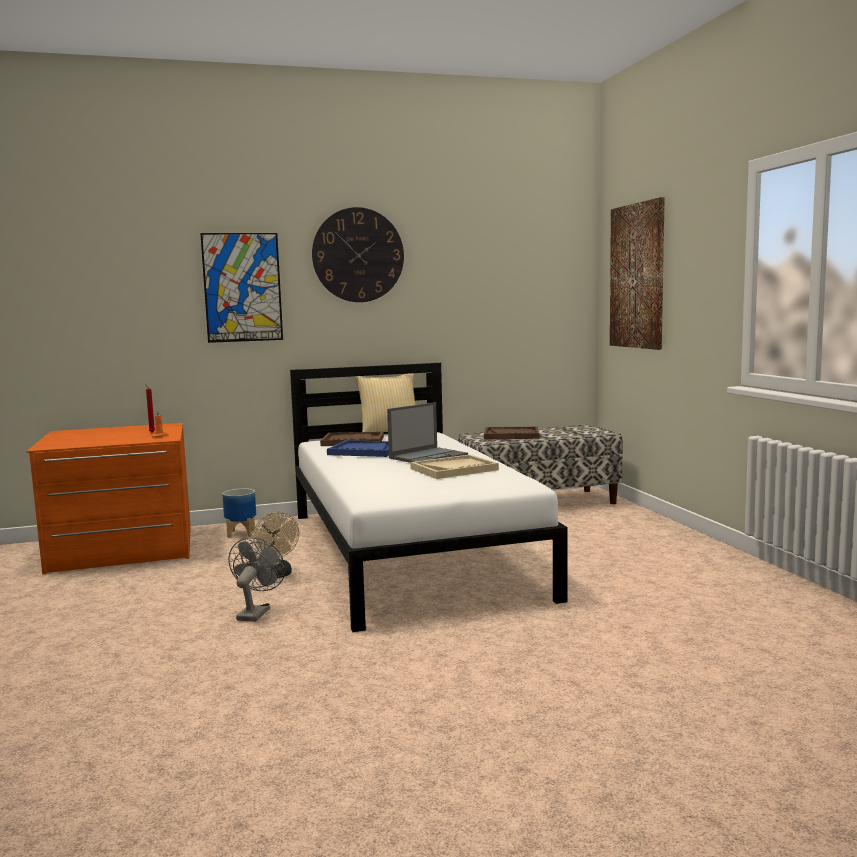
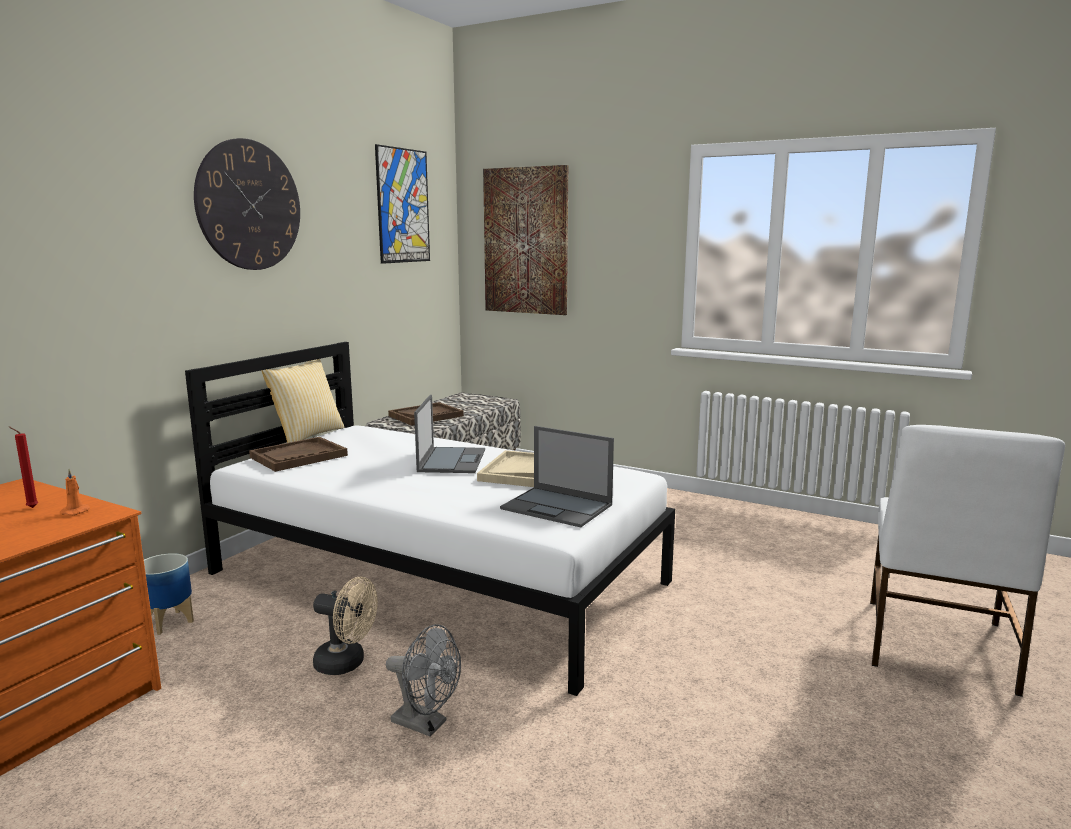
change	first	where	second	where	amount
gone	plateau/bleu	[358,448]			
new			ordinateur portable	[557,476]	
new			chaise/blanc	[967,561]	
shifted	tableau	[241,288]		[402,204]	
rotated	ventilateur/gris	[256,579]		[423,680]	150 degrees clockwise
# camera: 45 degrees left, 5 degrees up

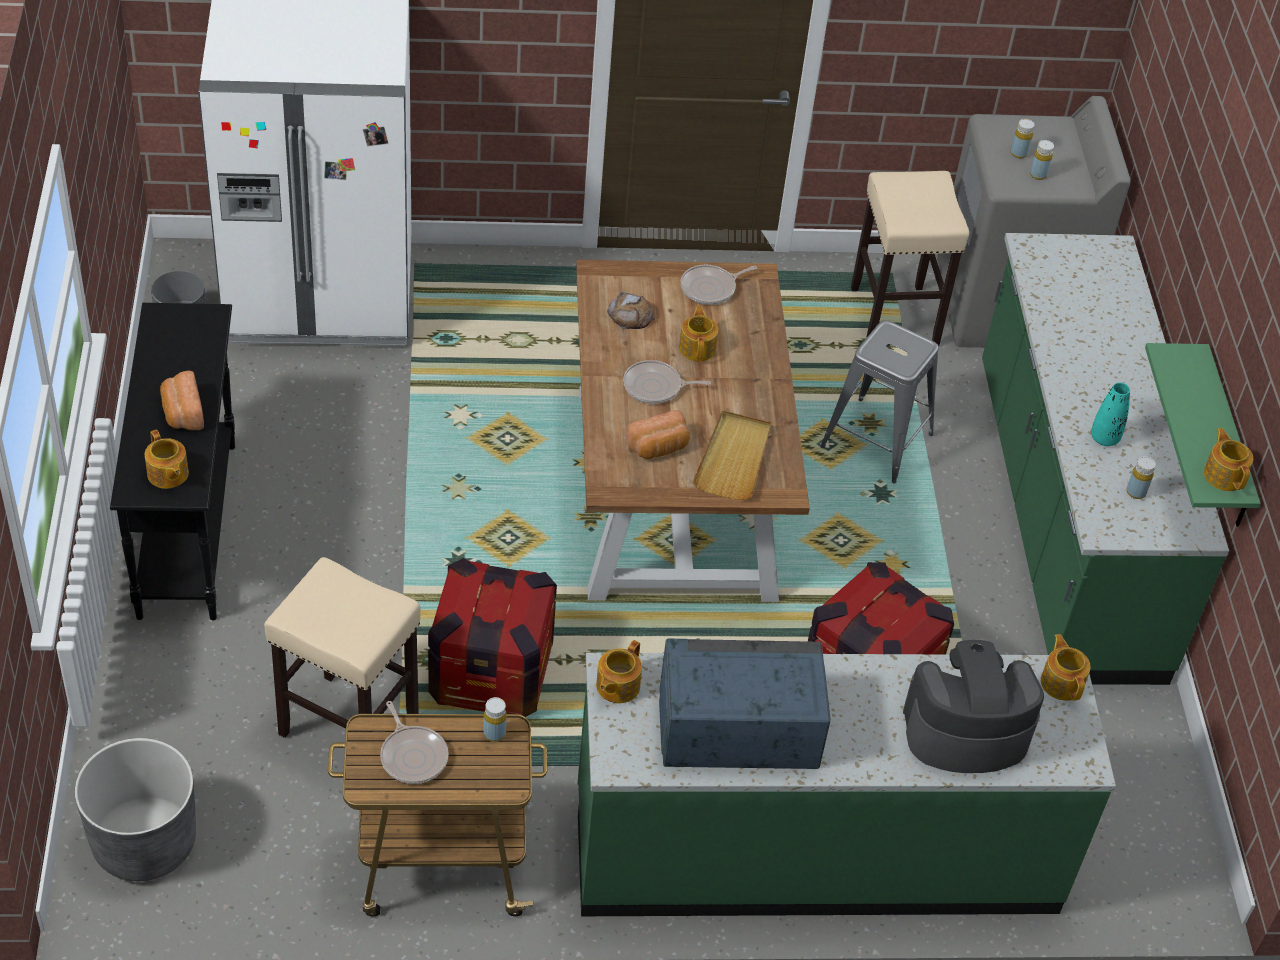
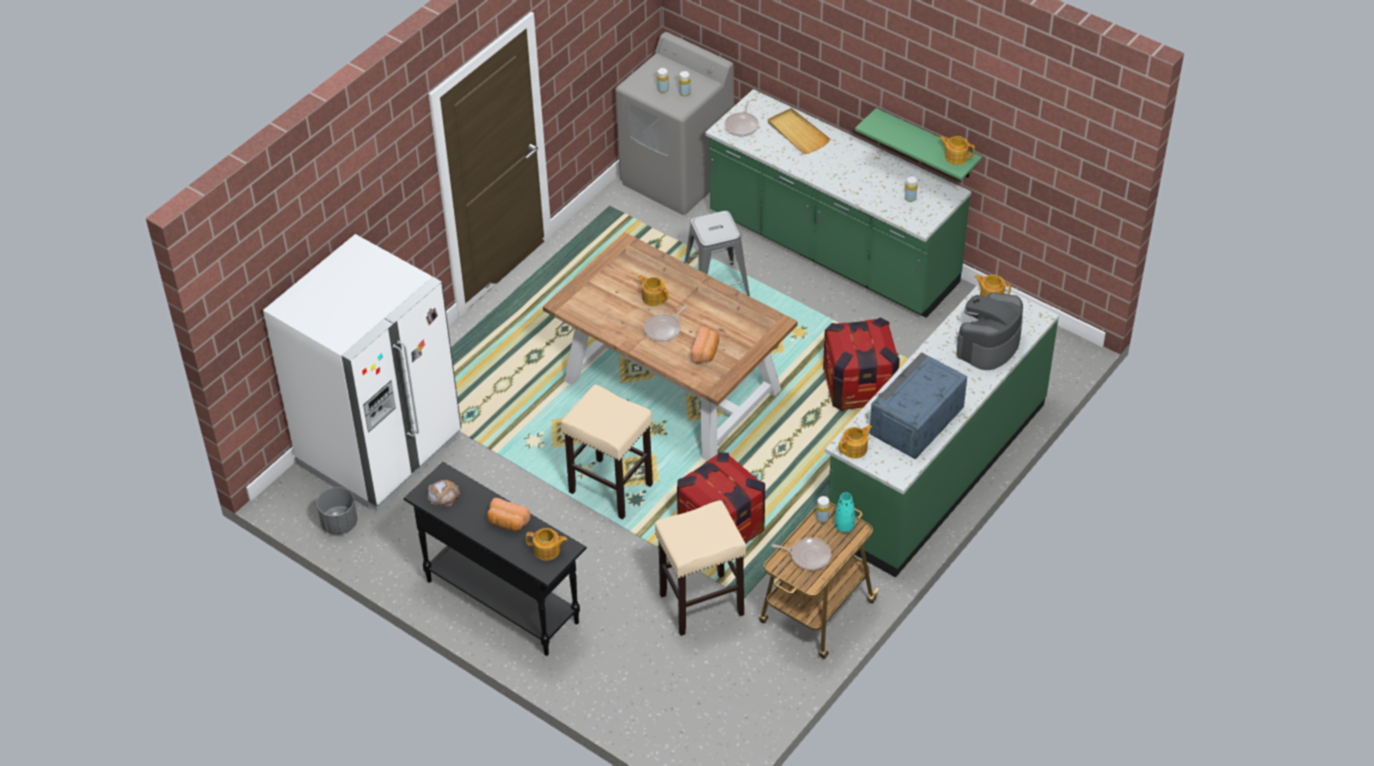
change	first	where	second	where	amount
gone	cache-pot/gris	[135,809]			
shifted	pain	[631,310]		[443,492]	
shifted	poêle	[719,285]		[742,118]	
shifted	plateau/beige	[732,455]		[799,131]	
shifted	tabouret/beige	[910,258]		[607,452]	
shifted	vase/turquoise	[1110,414]		[844,512]	
rotated	théière	[619,671]		[855,442]	105 degrees counterclockwise
# camera: 45 degrees left, 0 degrees up

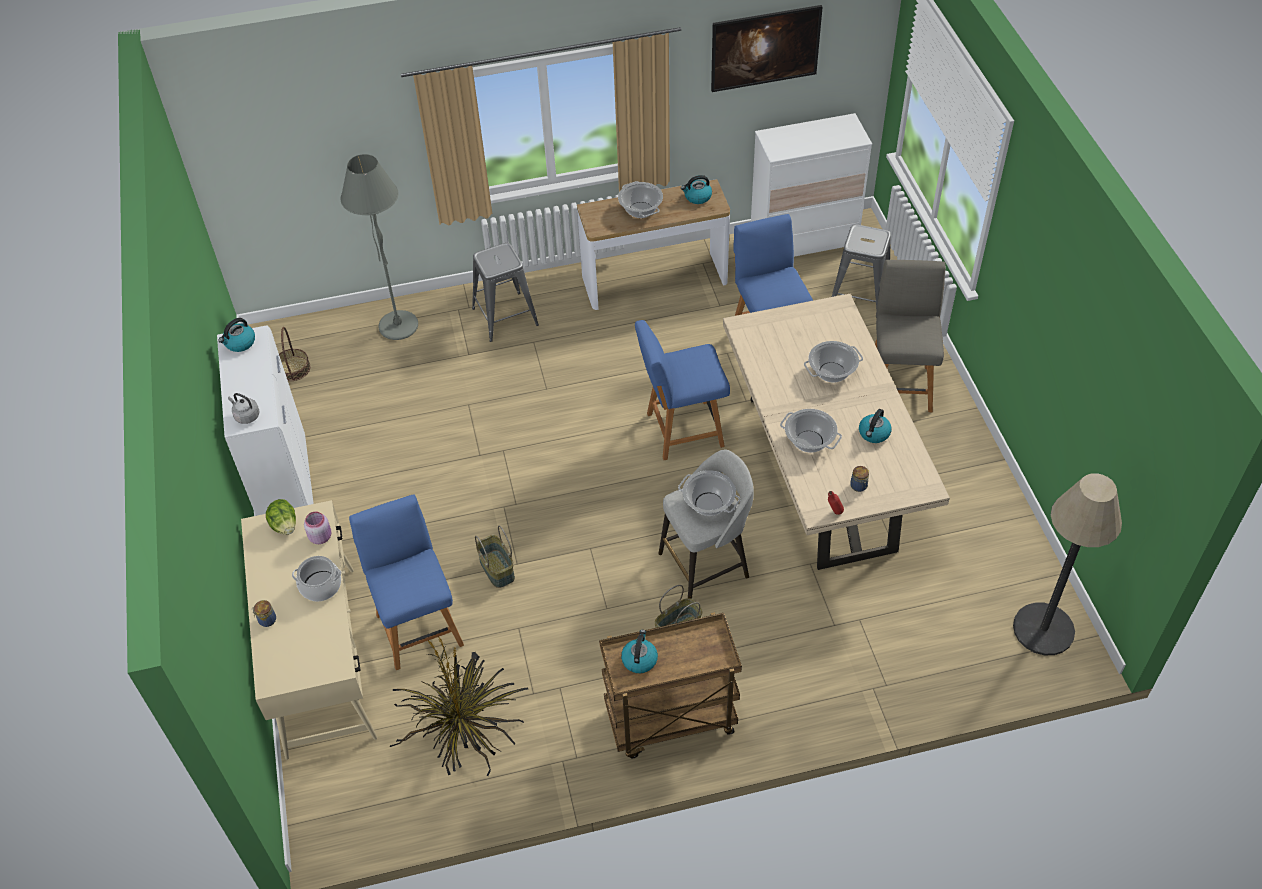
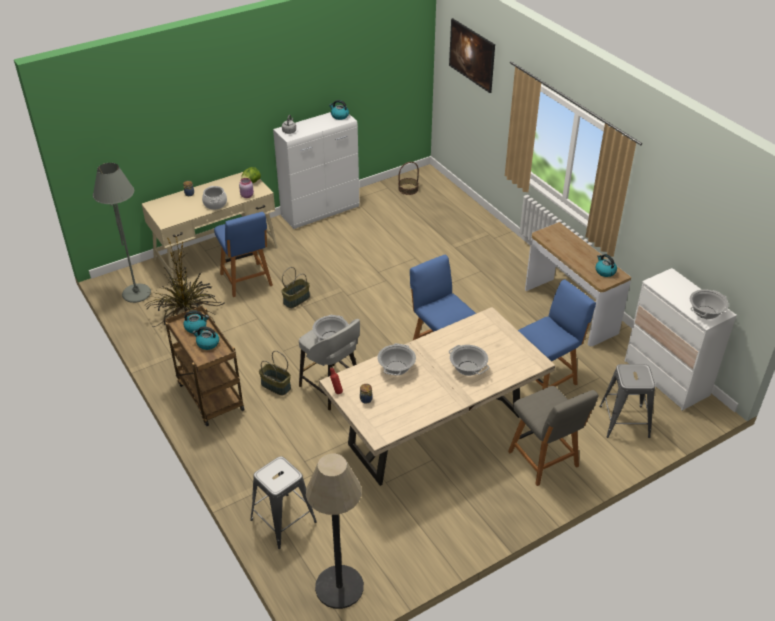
change	first	where	second	where	amount
shifted	lampadaire/gris	[379,247]		[122,233]	
shifted	tabouret/gris	[505,292]		[283,502]	
shifted	marmite	[640,199]		[709,304]	
shifted	tableau	[767,48]		[472,55]	
shifted	bouilloire	[875,426]		[205,338]	
rotated	chaise/bleu	[406,582]		[243,254]	105 degrees clockwise
rotated	chaise/gris	[910,336]		[553,436]	75 degrees clockwise
# camera: 70 degrees right, 10 degrees down

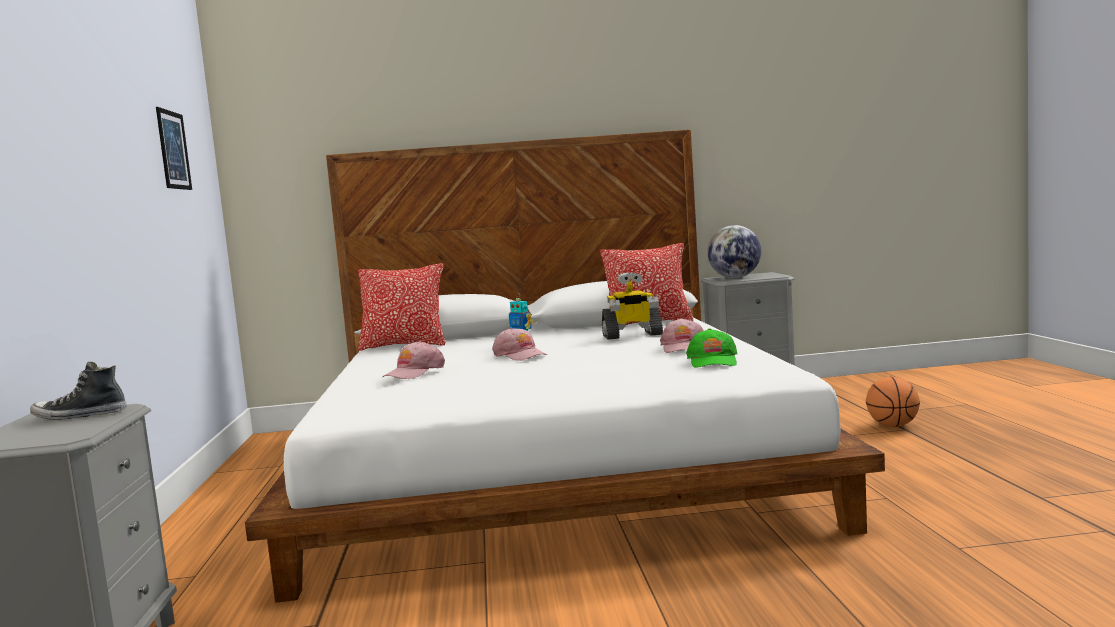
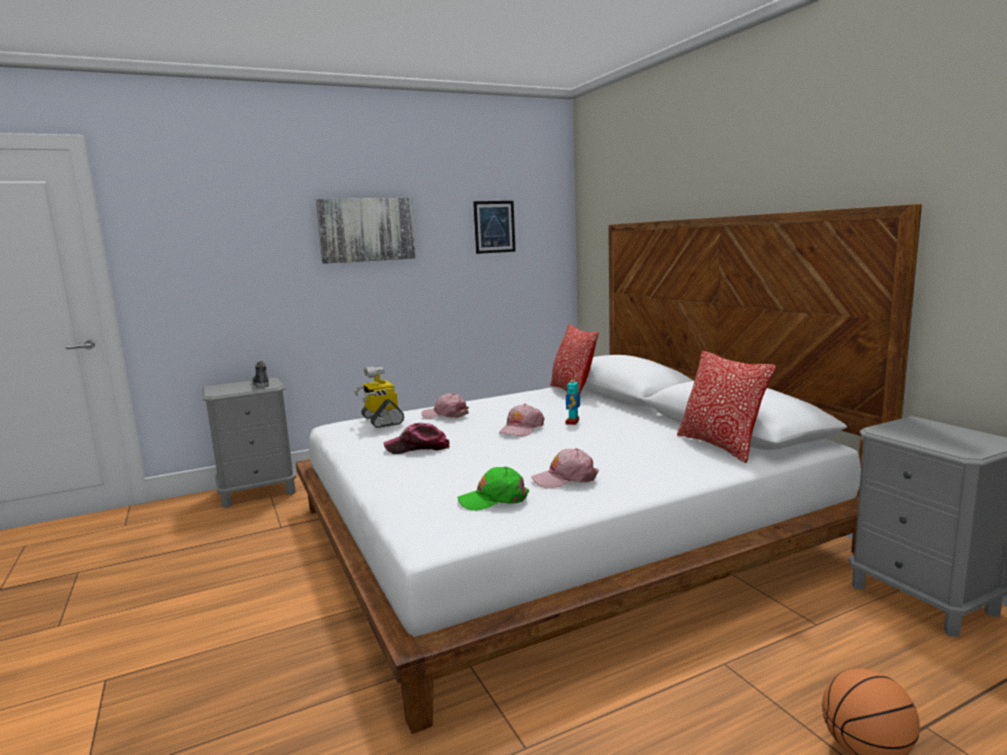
change	first	where	second	where	amount
gone	globe	[734,251]			
new			tableau	[366,231]	
new			casquette	[417,438]	
shifted	robot jouet	[632,306]		[379,397]	
# camera: 70 degrees right, 5 degrees up

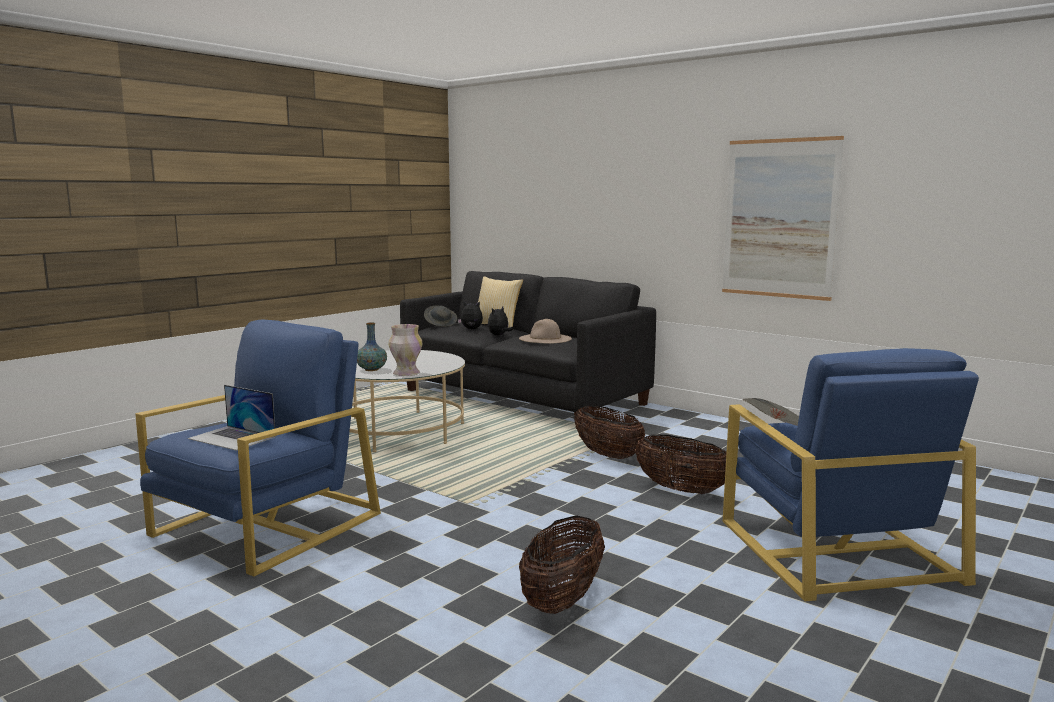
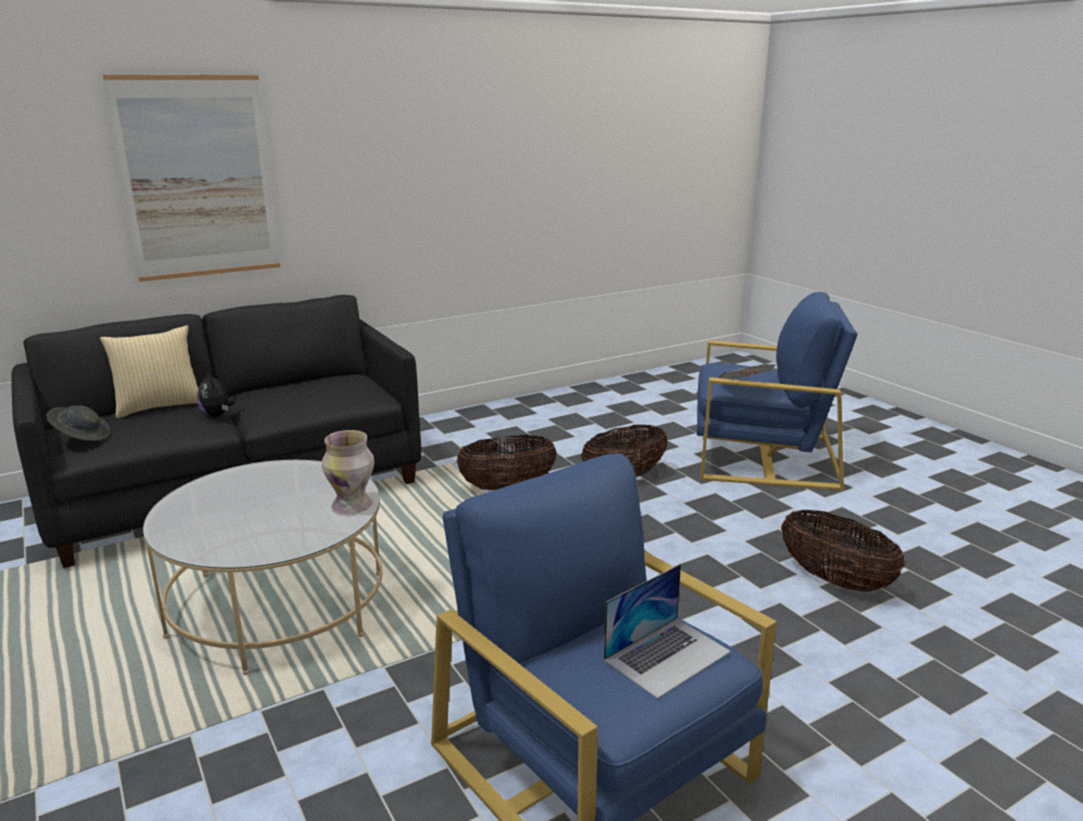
change	first	where	second	where	amount
gone	vase	[372,346]			
gone	peluche	[470,315]			
gone	chapeau/beige	[545,331]			
shifted	tableau	[783,218]		[191,178]	
# camera: 70 degrees left, 10 degrees up

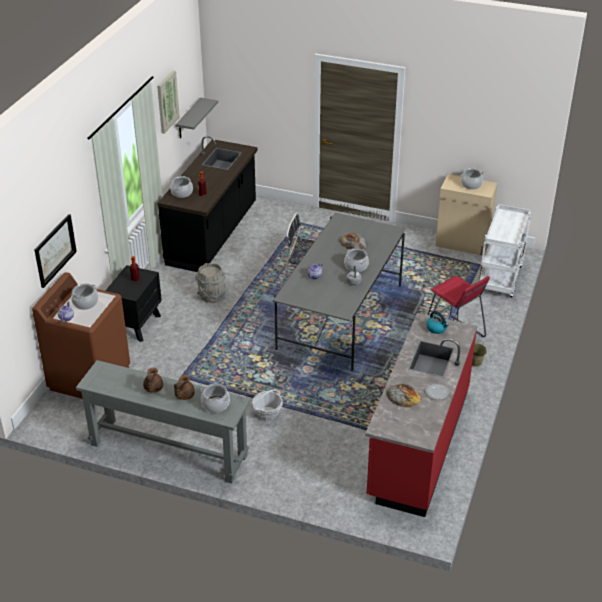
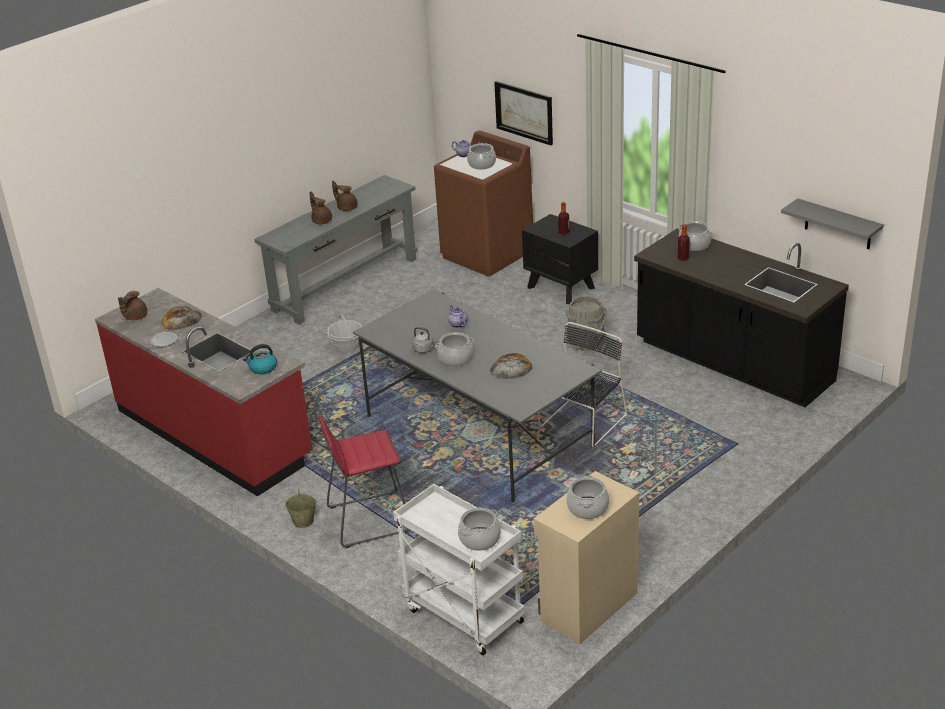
change	first	where	second	where	amount
gone	tableau	[168,102]			
new			théière/marron	[132,305]	
shifted	marmite	[215,398]		[479,529]	
# camera: 115 degrees right, 5 degrees down

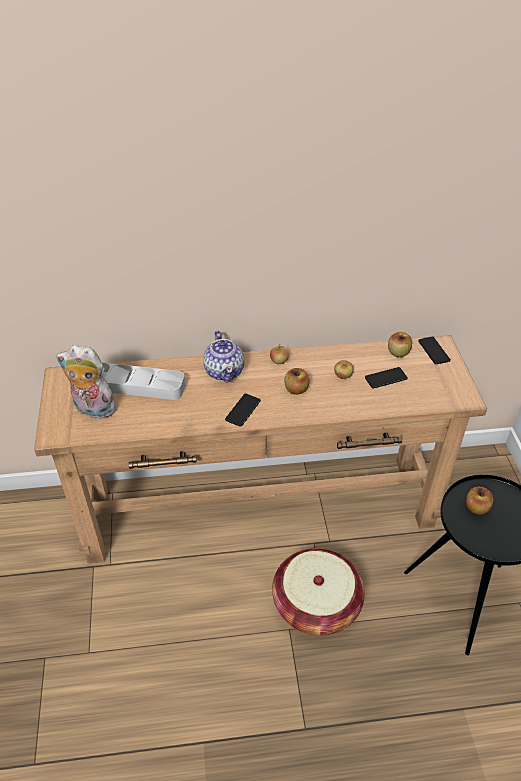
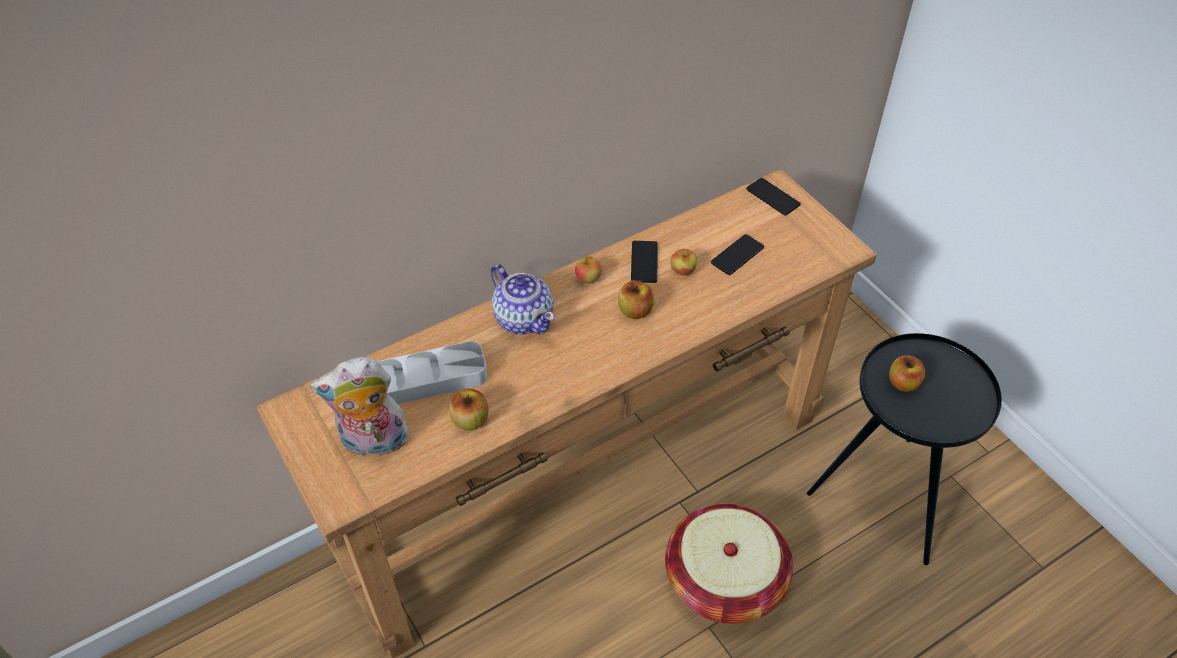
change	first	where	second	where	amount
shifted	téléphone	[243,410]		[644,262]	
shifted	pomme	[400,345]		[469,409]	
# camera: 25 degrees left, 5 degrees up

